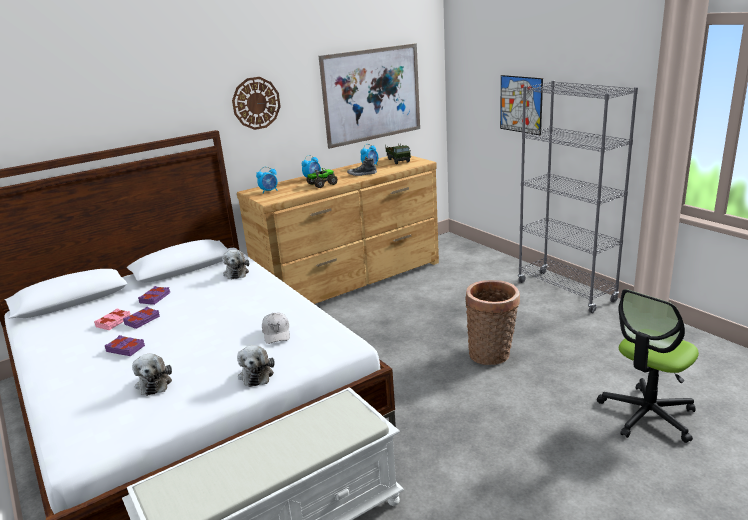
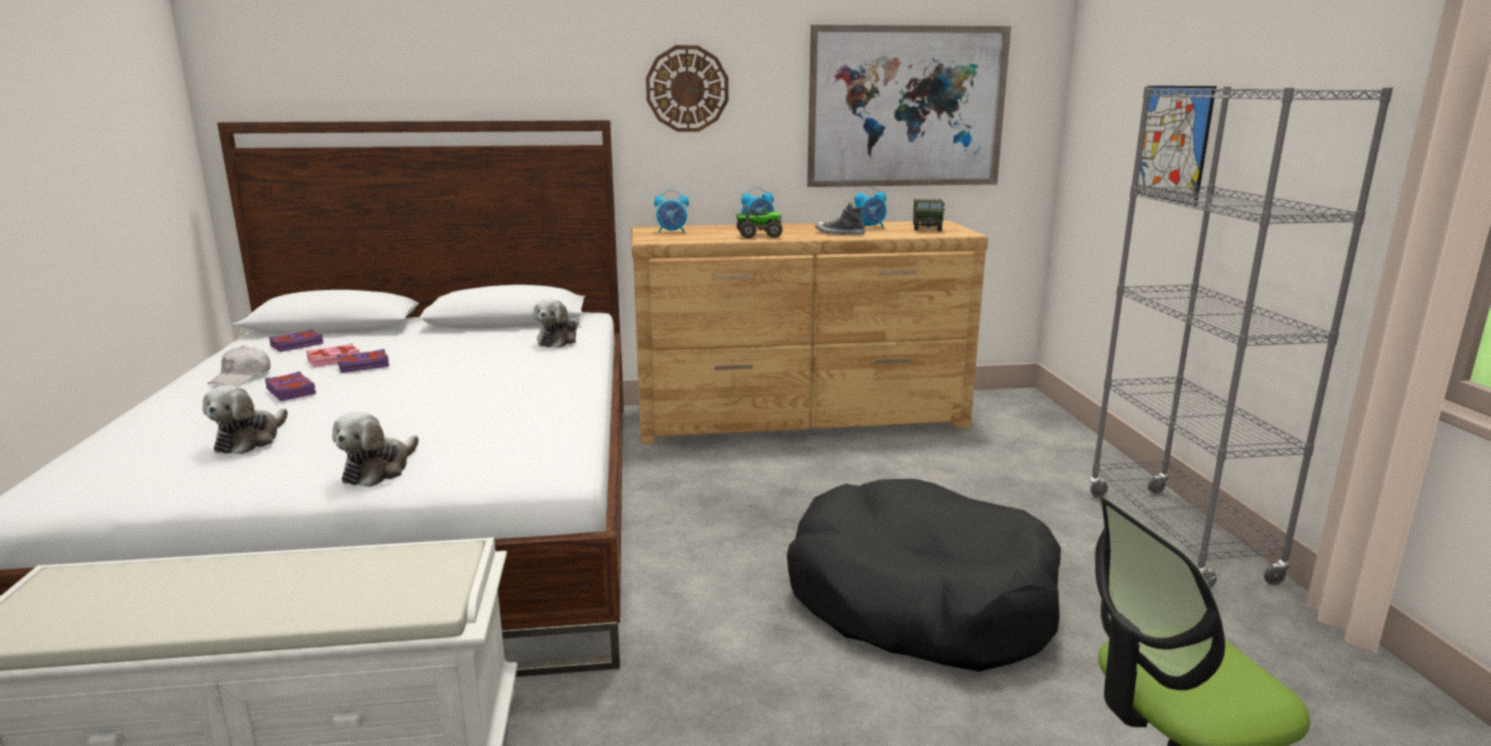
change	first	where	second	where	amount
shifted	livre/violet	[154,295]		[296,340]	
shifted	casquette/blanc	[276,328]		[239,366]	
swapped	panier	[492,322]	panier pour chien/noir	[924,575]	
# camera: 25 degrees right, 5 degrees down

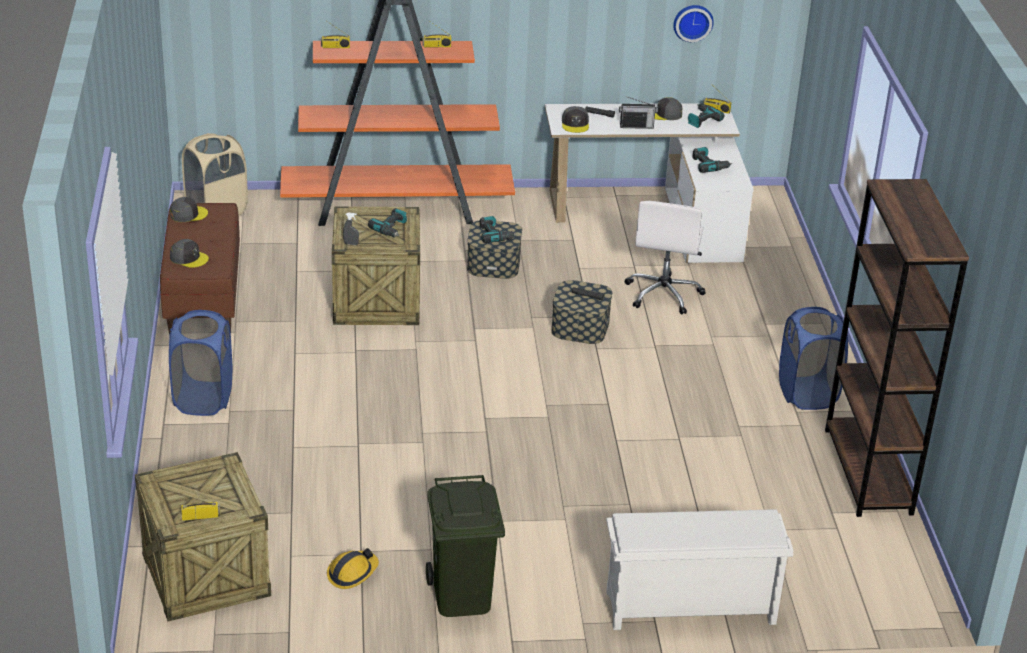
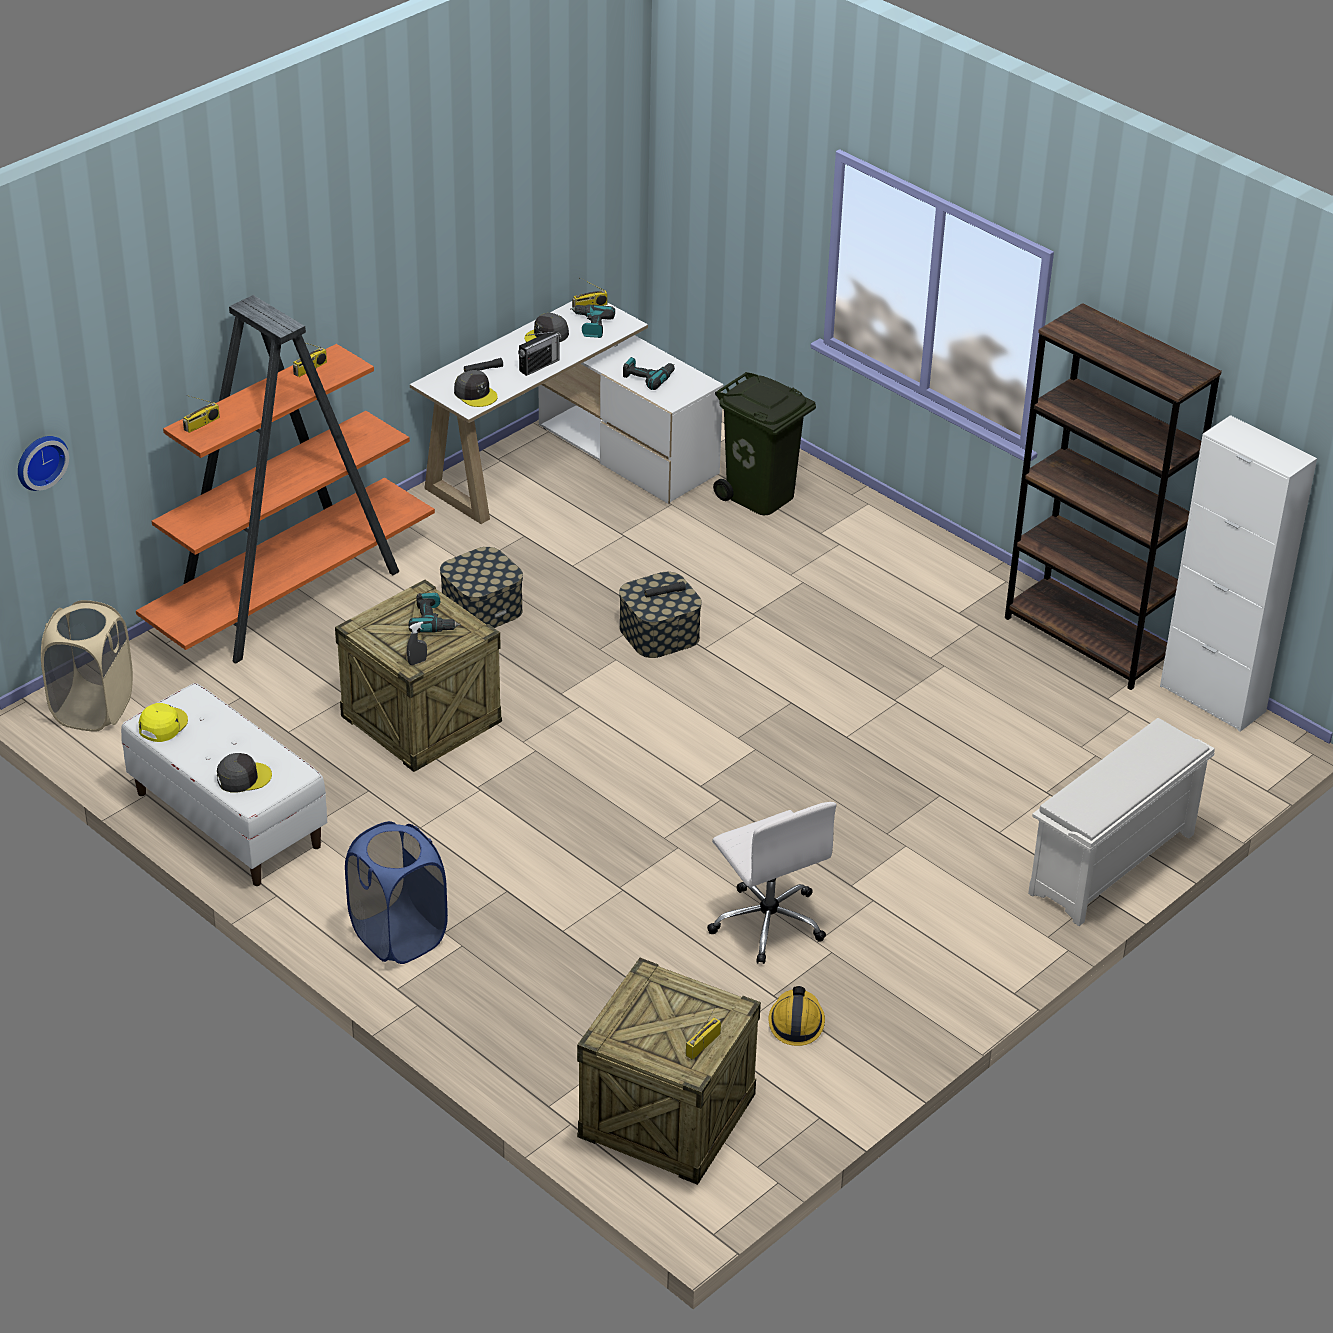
change	first	where	second	where	amount
gone	perceuse	[498,229]			
gone	panier à linge/bleu	[813,358]			
new			meuble de rangement/blanc	[1238,573]	
shifted	poubelle/vert	[465,546]		[764,443]	
shifted	chaise de bureau/blanc	[665,258]		[772,883]	
shifted	horloge murale	[693,23]		[43,463]	
repainted	banc/marron	[200,268]	banc/blanc	[224,784]	
repainted	casquette/gris	[189,209]	casquette/jaune	[163,722]	
# camera: 40 degrees left, 5 degrees up

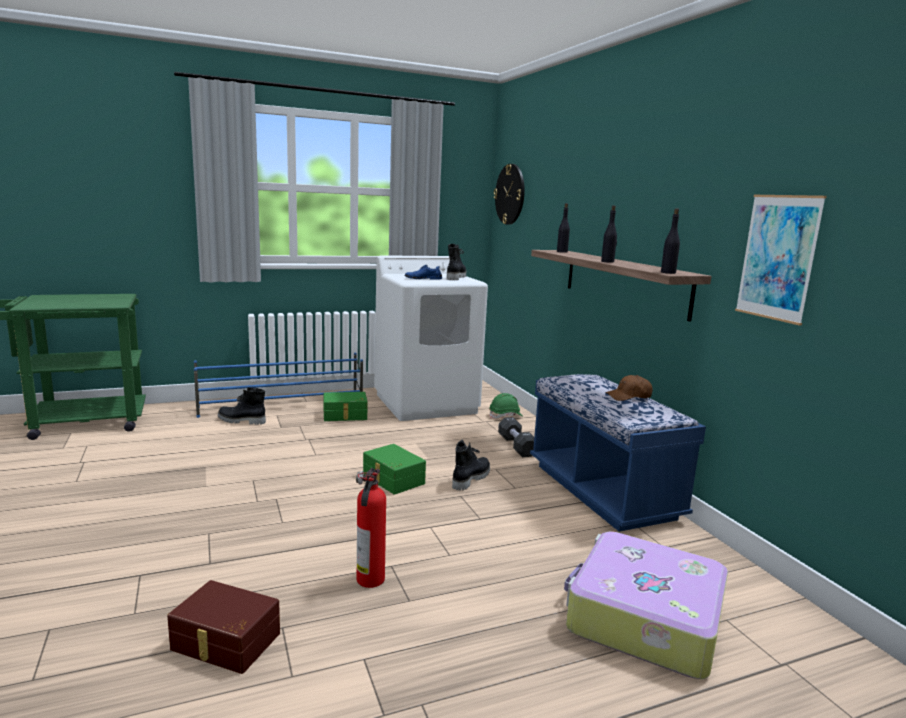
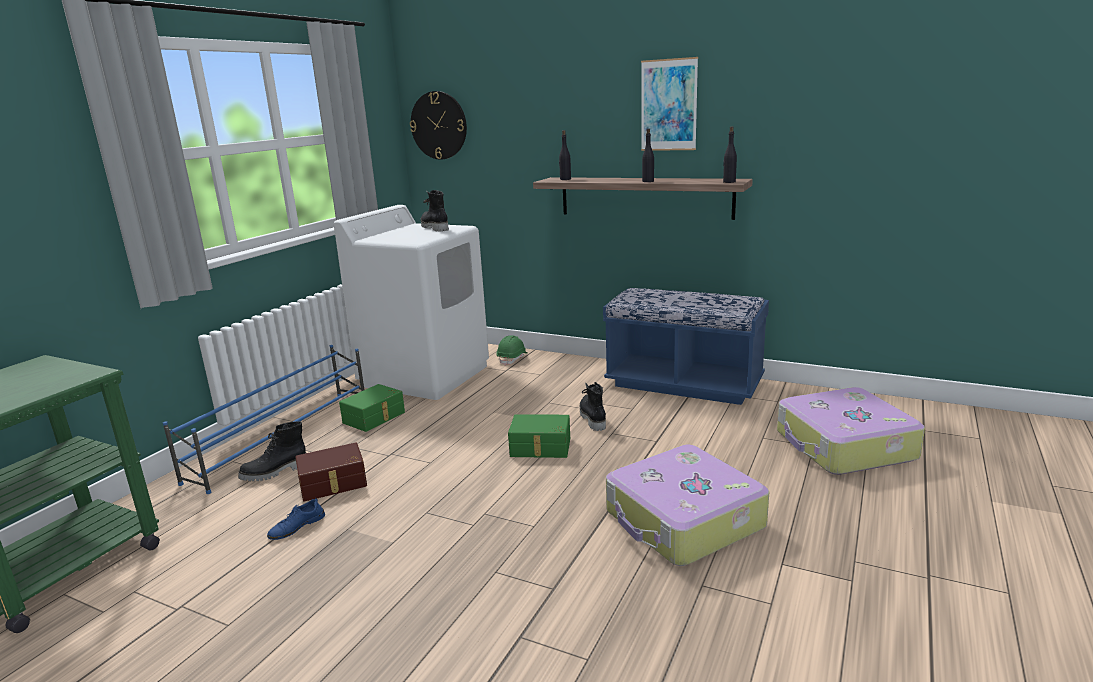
change	first	where	second	where	amount
gone	haltère/noir	[516,437]			
gone	casquette/marron	[629,388]			
shifted	boîte de rangement/marron	[223,627]		[331,472]	
shifted	chaussure/bleu	[423,272]		[296,519]	
shifted	tableau	[781,260]		[669,104]	
swapped	extincteur	[371,528]	valise	[687,505]	
# camera: 40 degrees left, 5 degrees up

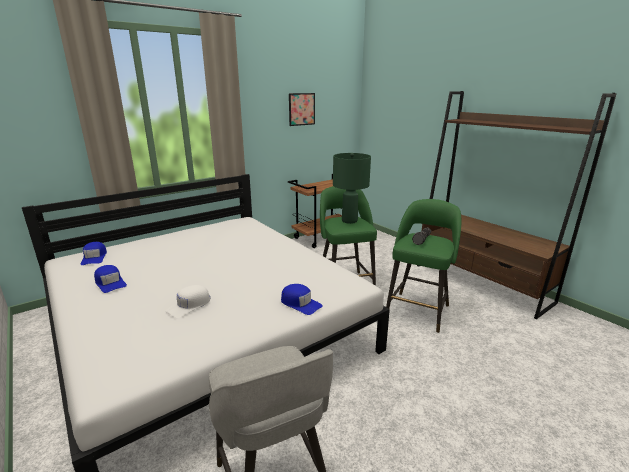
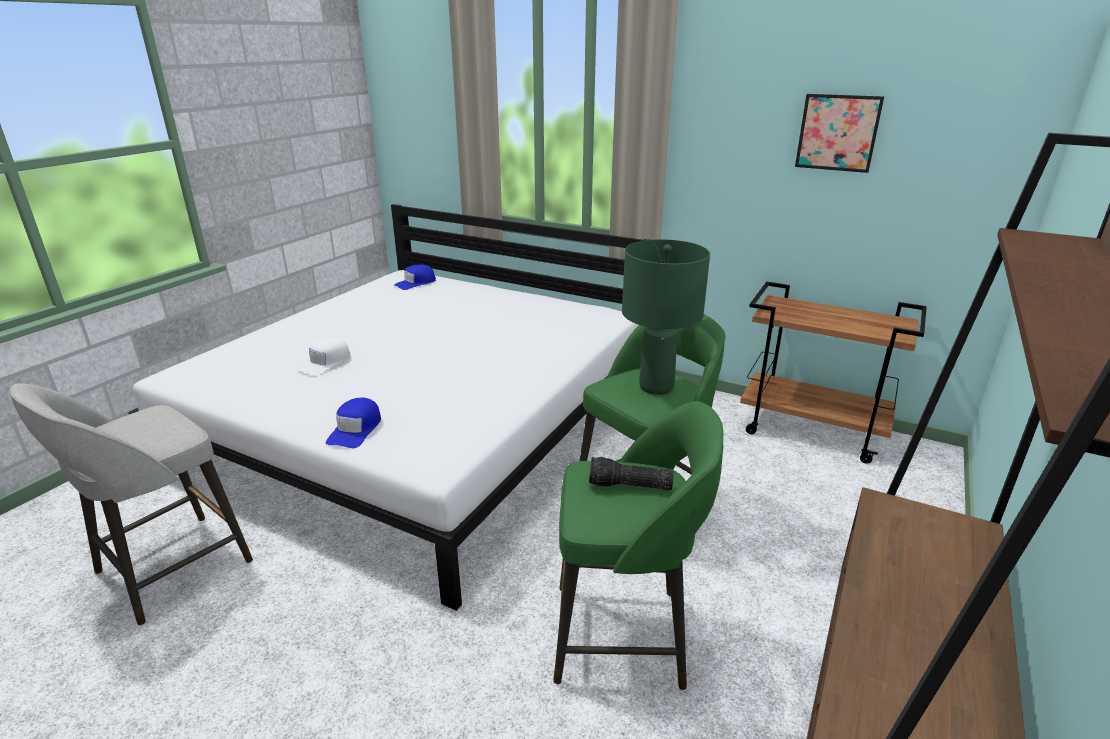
change	first	where	second	where	amount
gone	casquette/bleu	[110,279]			
rotated	casquette/blanc	[188,301]		[324,356]	75 degrees counterclockwise
# camera: 65 degrees right, 5 degrees up

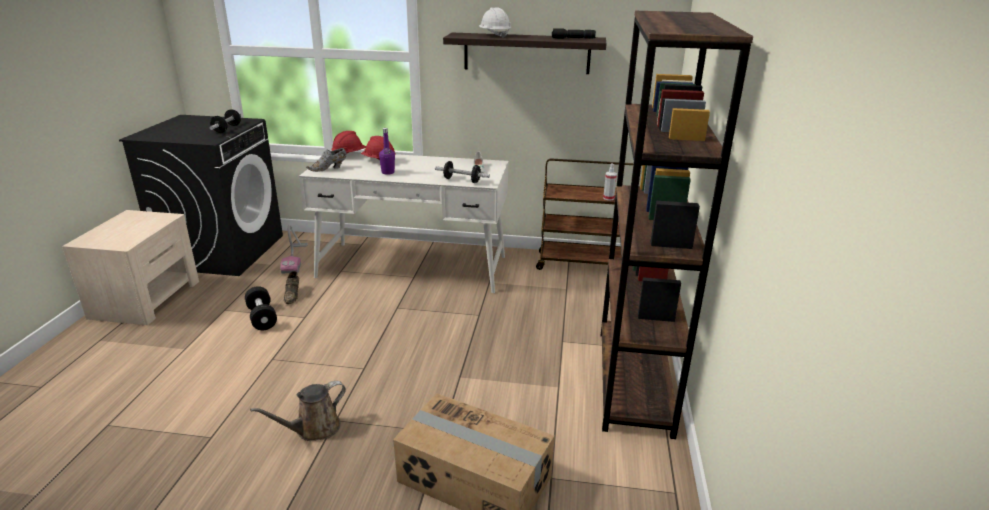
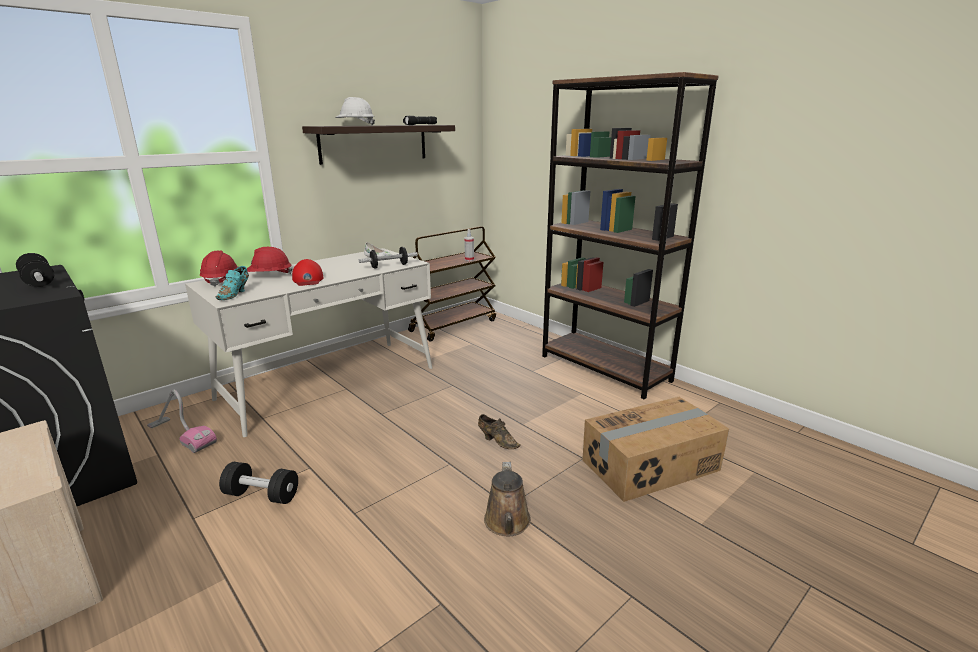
change	first	where	second	where	amount
shifted	chaussure/marron	[291,287]		[499,431]	
swapped	bouteille/violet	[387,151]	casquette/rouge	[307,272]	
repainted	chaussure/gris	[326,160]	chaussure/turquoise	[232,283]	
# camera: 50 degrees left, 5 degrees down

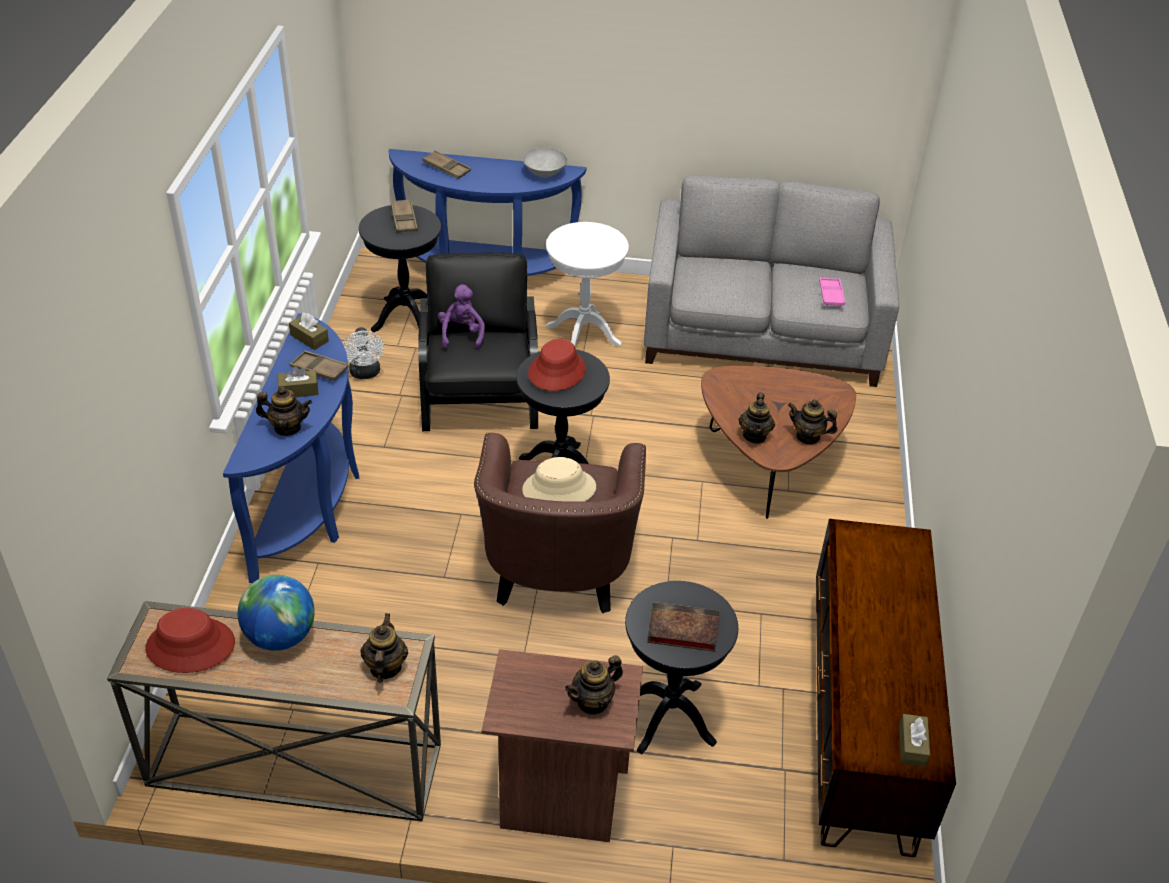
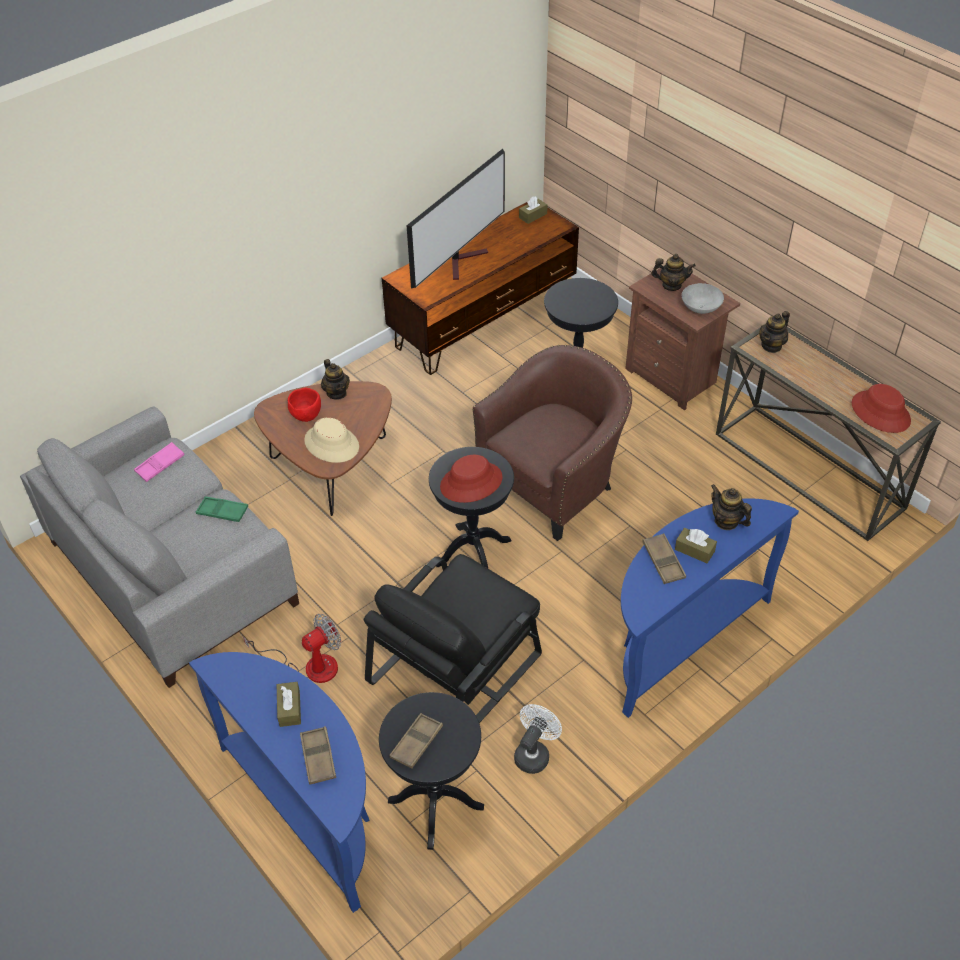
change	first	where	second	where	amount
gone	globe	[276,613]			
gone	peluche/violet	[461,317]			
gone	livre	[683,627]			
gone	théière	[757,418]			
new			plateau/vert	[221,509]	
new			bol/rouge	[304,405]	
new			téléviseur	[456,218]	
shifted	boîte à mouchoirs/marron	[309,331]		[289,704]	
shifted	chapeau/beige	[559,479]		[331,440]	
shifted	bol/gris	[545,162]		[703,298]	
swapped	table d'appoint/blanc	[587,285]	ventilateur	[292,648]	
# camera: 135 degrees left, 5 degrees up

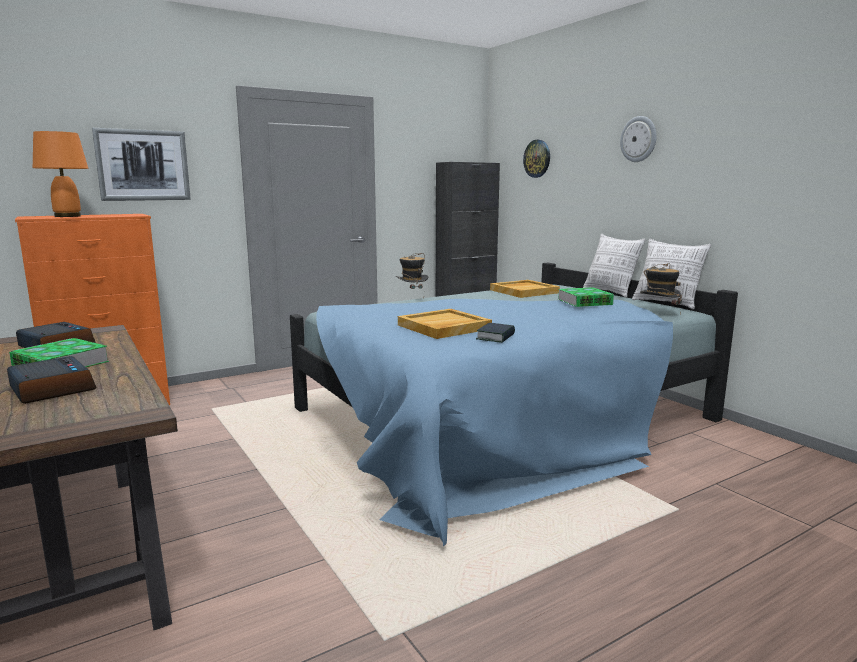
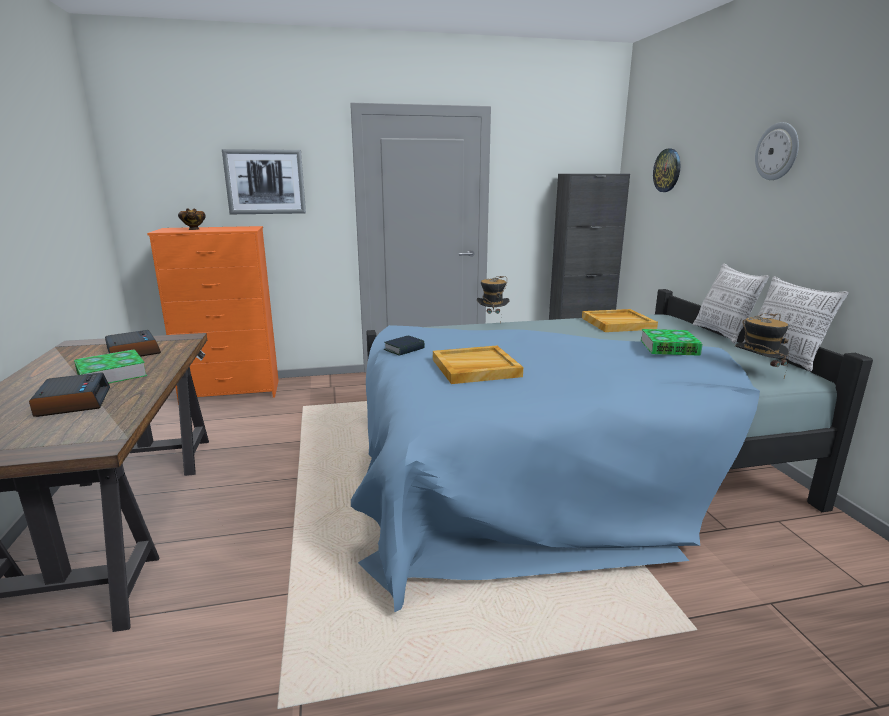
change	first	where	second	where	amount
shifted	livre	[495,333]		[404,345]	
swapped	lampe de table/orange	[60,174]	bol	[191,219]	
# camera: 20 degrees right, 5 degrees up

